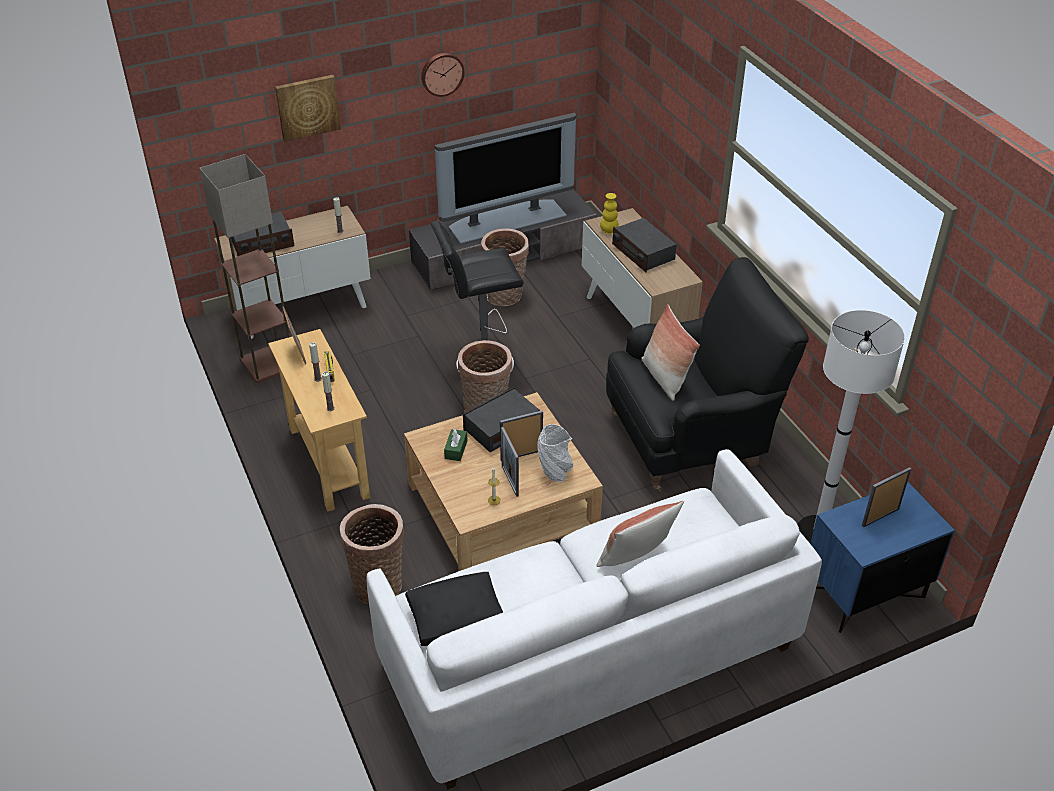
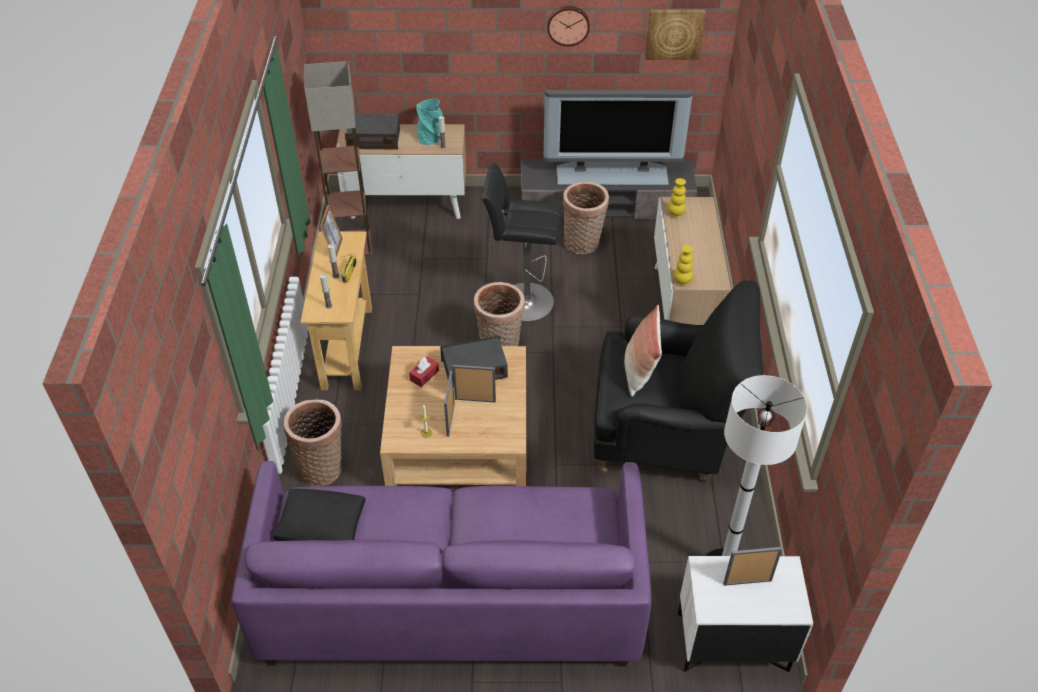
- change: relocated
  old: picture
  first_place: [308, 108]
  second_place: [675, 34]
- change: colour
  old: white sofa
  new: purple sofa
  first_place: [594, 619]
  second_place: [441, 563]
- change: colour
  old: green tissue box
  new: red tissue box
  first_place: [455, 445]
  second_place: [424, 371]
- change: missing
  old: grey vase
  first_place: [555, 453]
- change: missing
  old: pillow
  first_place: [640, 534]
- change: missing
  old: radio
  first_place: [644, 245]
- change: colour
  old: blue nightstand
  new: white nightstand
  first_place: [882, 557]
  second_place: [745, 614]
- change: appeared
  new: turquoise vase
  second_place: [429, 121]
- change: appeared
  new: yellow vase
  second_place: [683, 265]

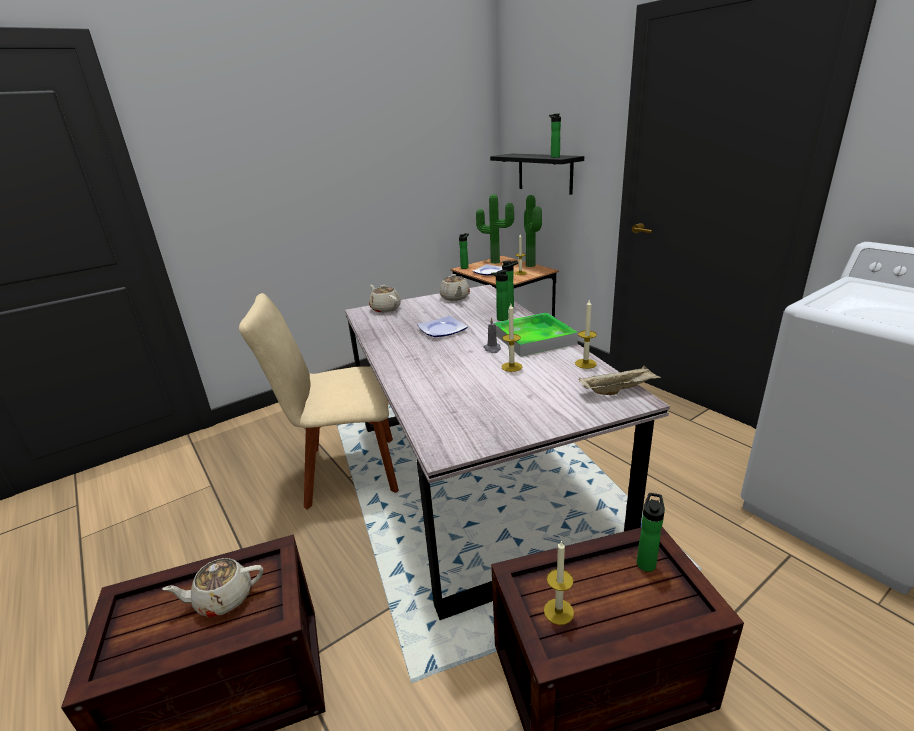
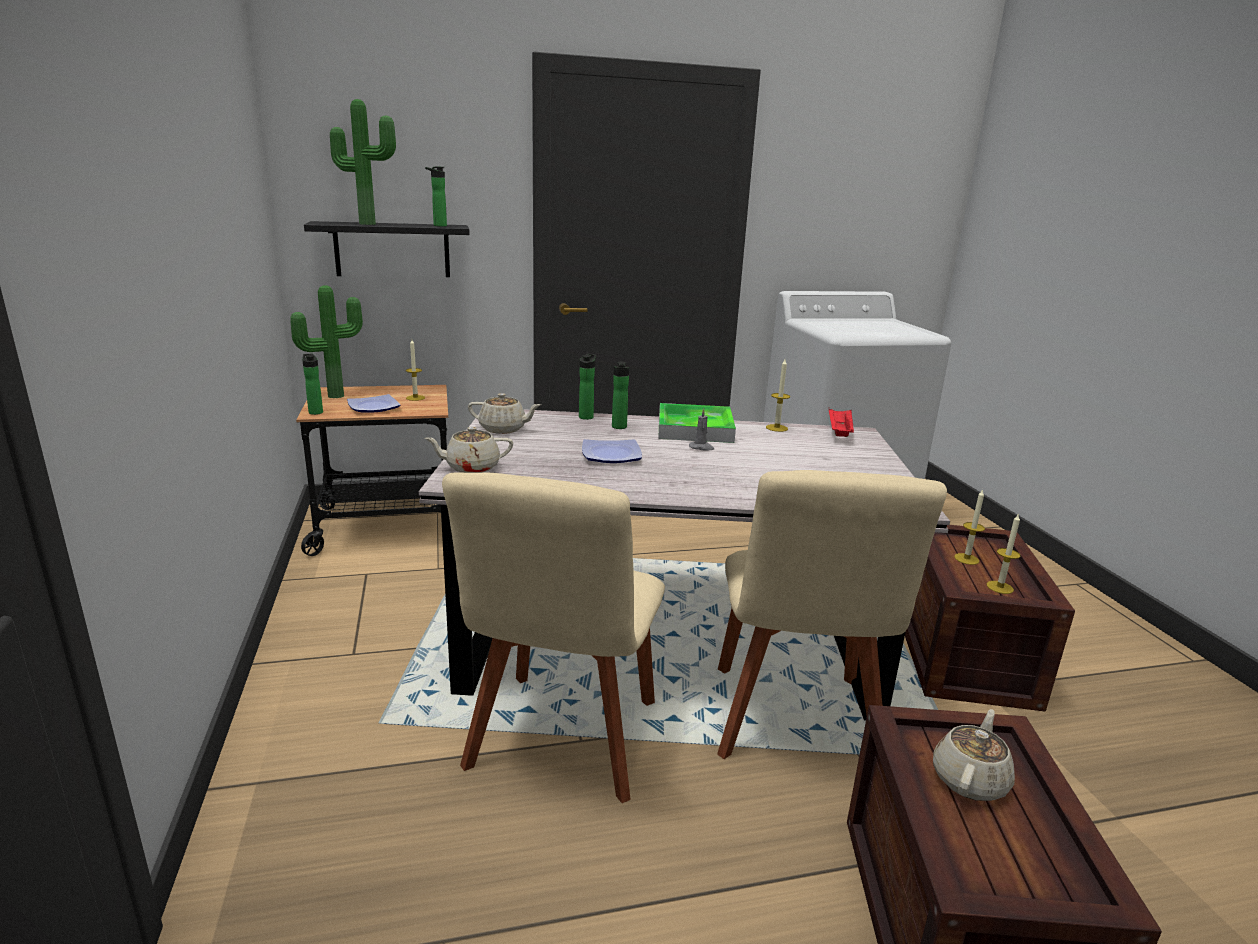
- change: spun
  old: beige teapot
  first_place: [213, 587]
  second_place: [974, 755]
  degrees: -150
- change: relocated
  old: candle
  first_place: [511, 338]
  second_place: [969, 527]
- change: relocated
  old: potted plant
  first_place: [533, 231]
  second_place: [363, 162]
- change: colour
  old: beige tray
  new: red tray
  first_place: [620, 380]
  second_place: [841, 423]
- change: missing
  old: bottle
  first_place: [651, 532]
- change: appeared
  new: beige chair
  second_place: [832, 614]

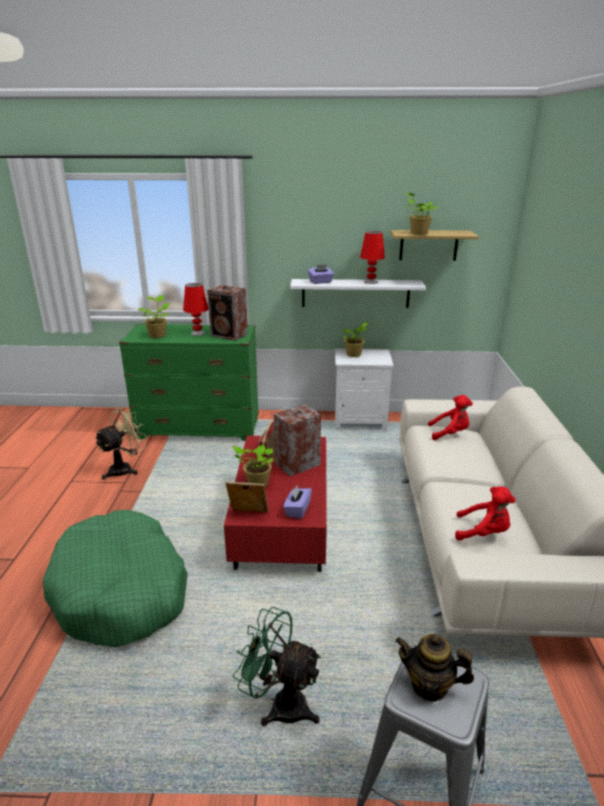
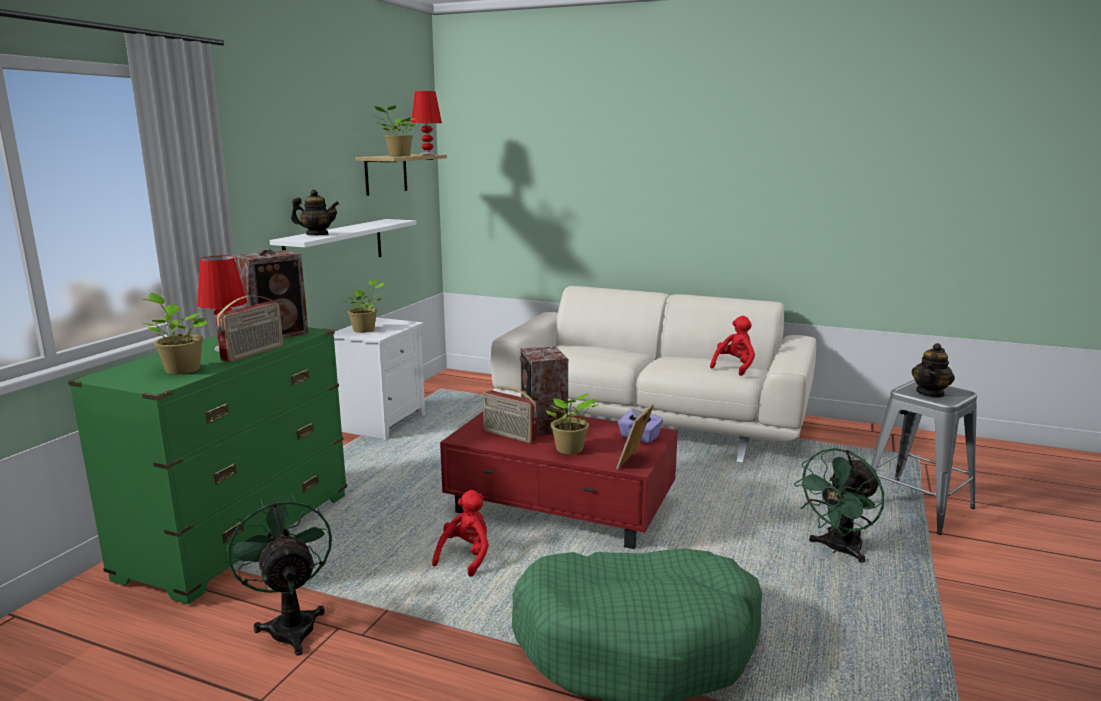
- change: colour
  old: beige fan
  new: green fan
  first_place: [120, 443]
  second_place: [279, 574]
- change: exchanged
  old: purple tissue box
  new: teapot
  first_place: [321, 274]
  second_place: [315, 212]
- change: relocated
  old: red table lamp
  first_place: [372, 257]
  second_place: [426, 123]
- change: relocated
  old: red plush toy
  first_place: [450, 417]
  second_place: [460, 533]
- change: appeared
  new: radio
  second_place: [249, 328]

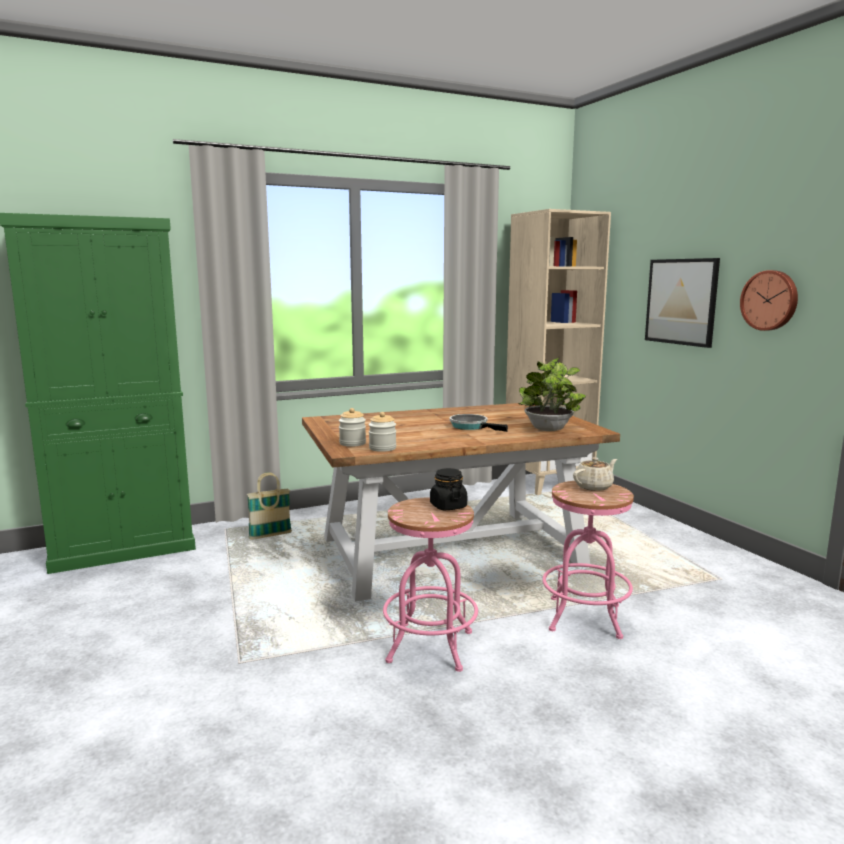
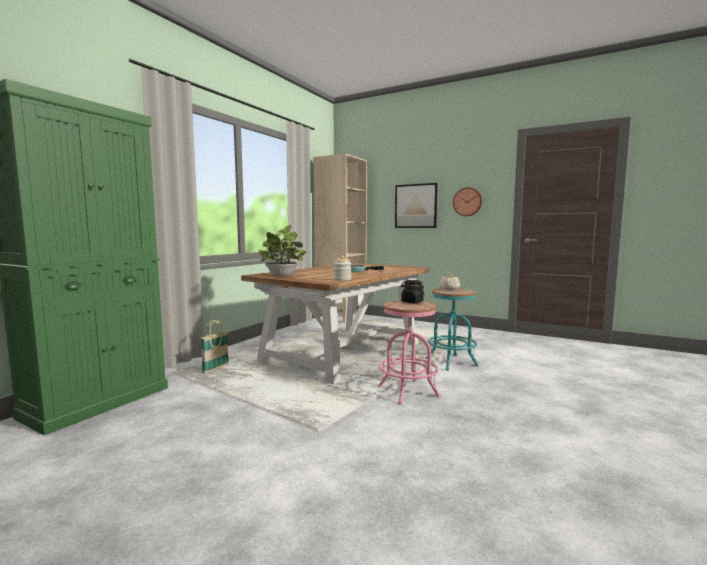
- change: missing
  old: jar
  first_place: [352, 427]
- change: relocated
  old: potted plant
  first_place: [552, 394]
  second_place: [282, 251]
- change: colour
  old: pink stool
  new: turquoise stool
  first_place: [588, 560]
  second_place: [452, 329]

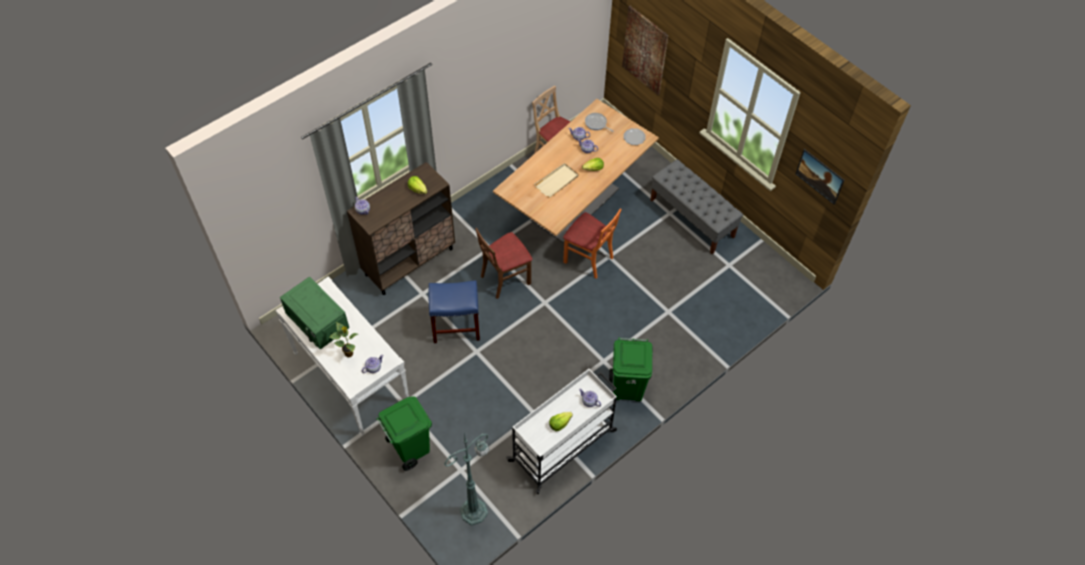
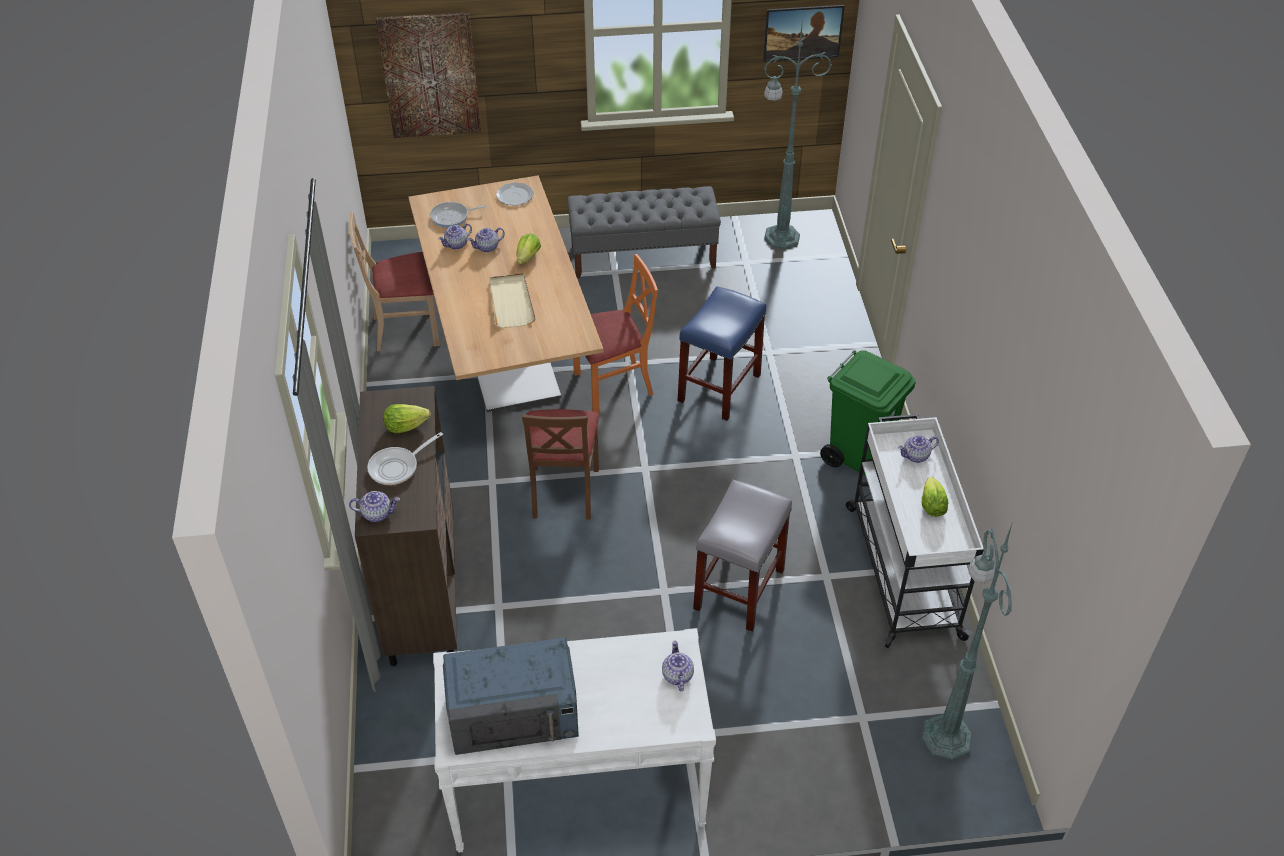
- change: colour
  old: green microwave
  new: blue microwave
  first_place: [314, 313]
  second_place: [511, 696]
- change: missing
  old: potted plant
  first_place: [343, 339]
- change: missing
  old: green trash can
  first_place: [404, 433]
- change: relocated
  old: blue stool
  first_place: [454, 311]
  second_place: [722, 353]
- change: appeared
  new: frying pan
  second_place: [405, 458]
- change: appeared
  new: grey stool
  second_place: [742, 556]
- change: appeared
  new: green floor lamp
  second_place: [798, 134]

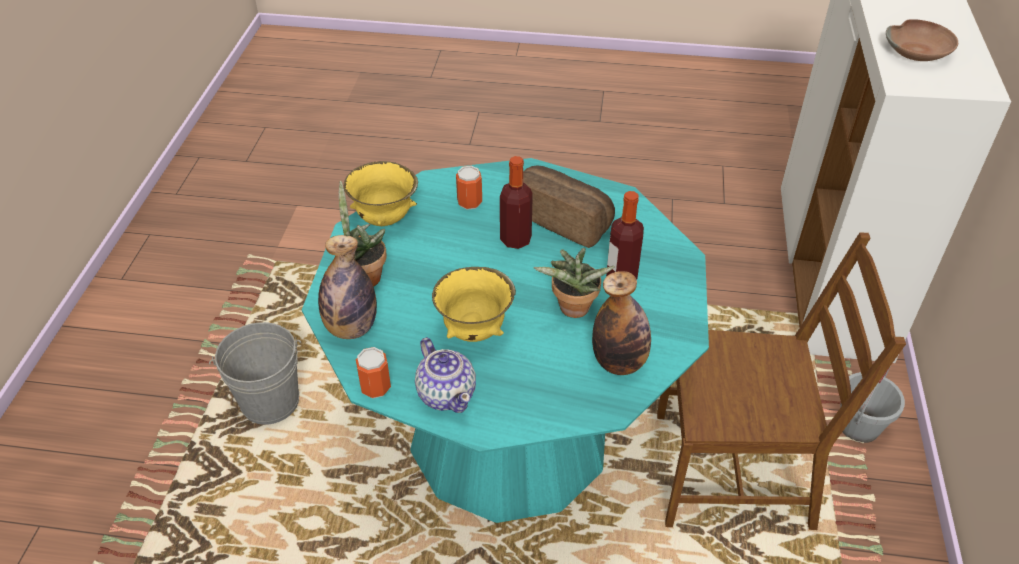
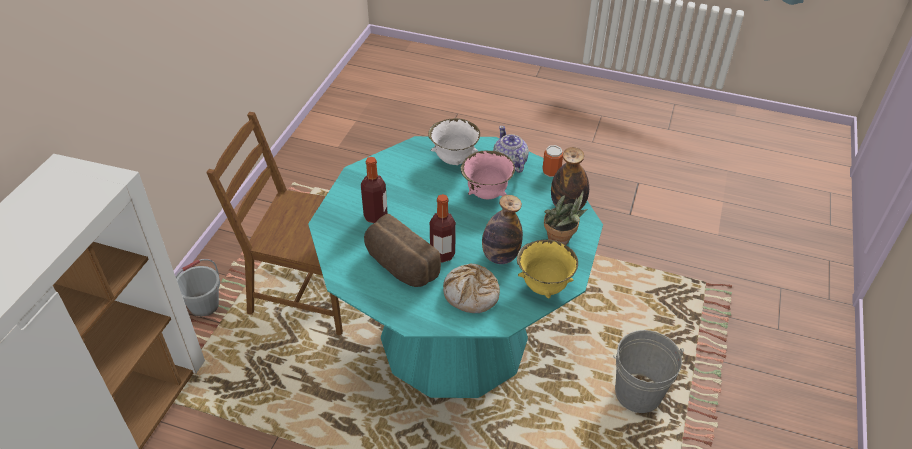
- change: colour
  old: yellow bowl
  new: pink bowl
  first_place: [474, 304]
  second_place: [488, 175]
- change: exchanged
  old: can
  new: bread
  first_place: [469, 188]
  second_place: [471, 288]
- change: missing
  old: potted plant
  first_place: [574, 283]
- change: relocated
  old: bottle
  first_place: [621, 323]
  second_place: [502, 229]
- change: missing
  old: brown bowl
  first_place: [922, 40]
- change: appeared
  new: white bowl
  second_place: [454, 141]

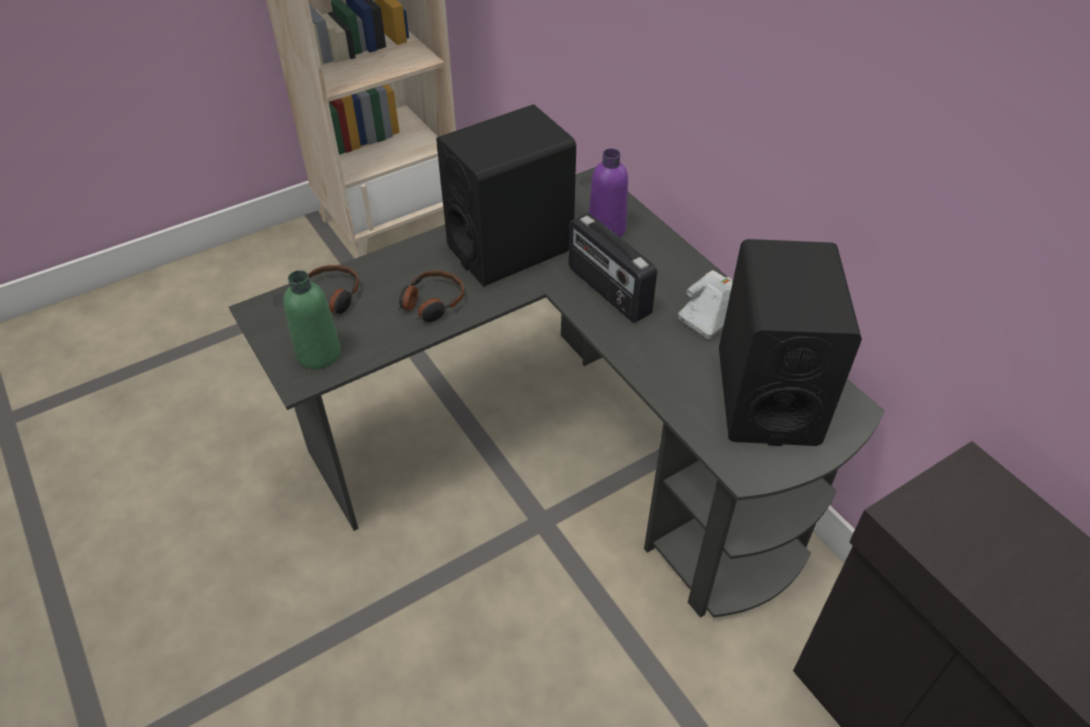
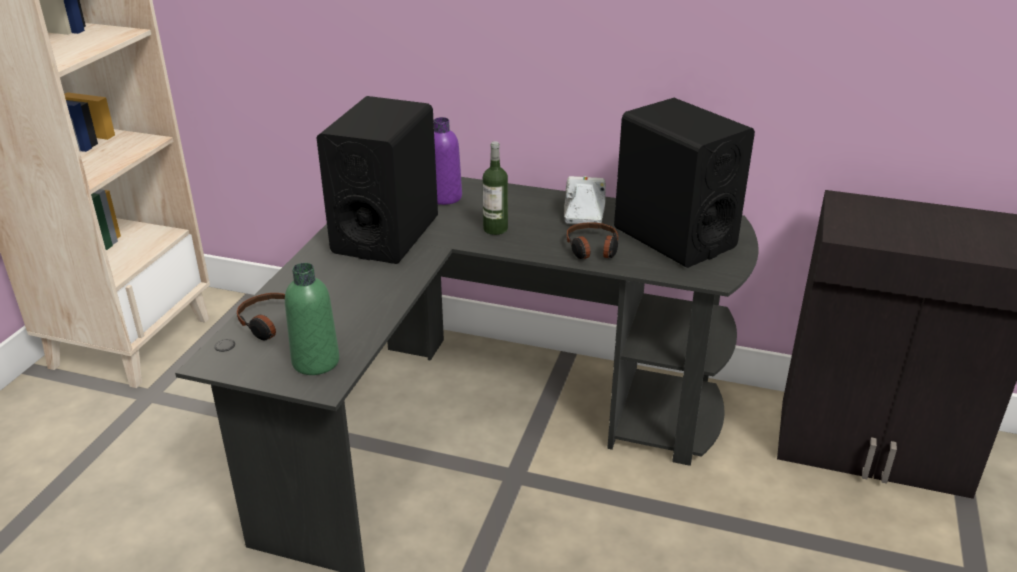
- change: relocated
  old: headphones
  first_place: [431, 296]
  second_place: [592, 240]
- change: exchanged
  old: radio
  new: bottle
  first_place: [613, 268]
  second_place: [495, 188]

